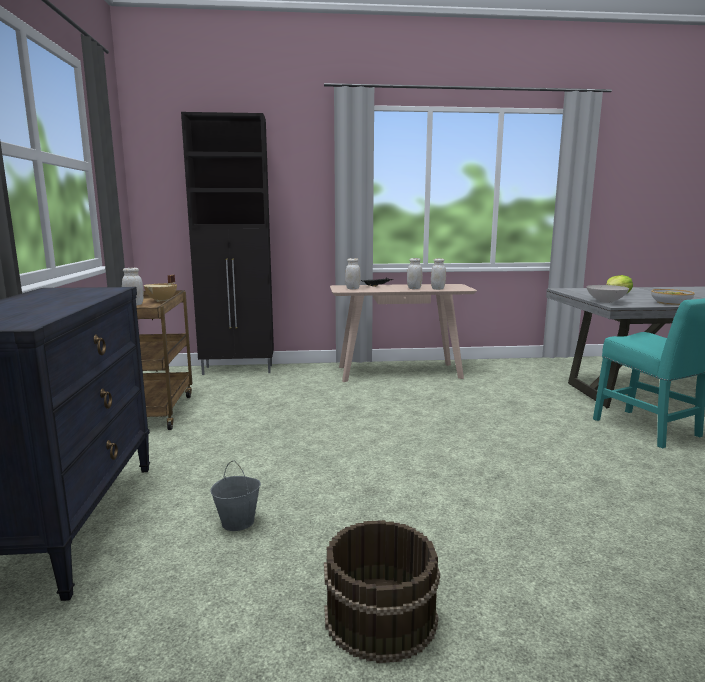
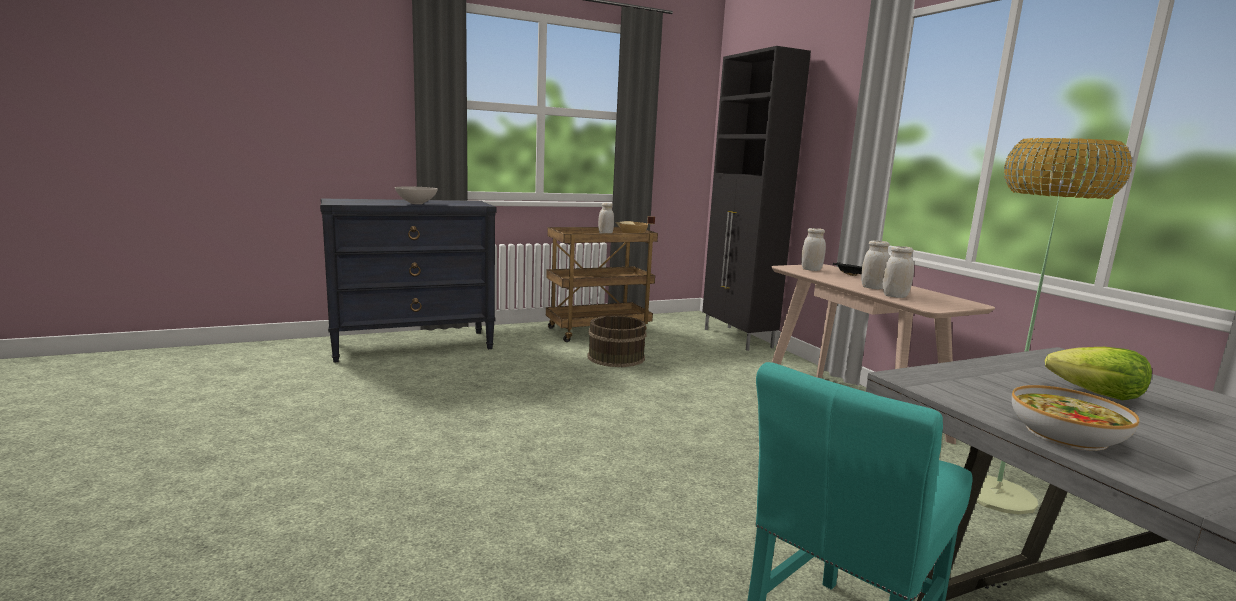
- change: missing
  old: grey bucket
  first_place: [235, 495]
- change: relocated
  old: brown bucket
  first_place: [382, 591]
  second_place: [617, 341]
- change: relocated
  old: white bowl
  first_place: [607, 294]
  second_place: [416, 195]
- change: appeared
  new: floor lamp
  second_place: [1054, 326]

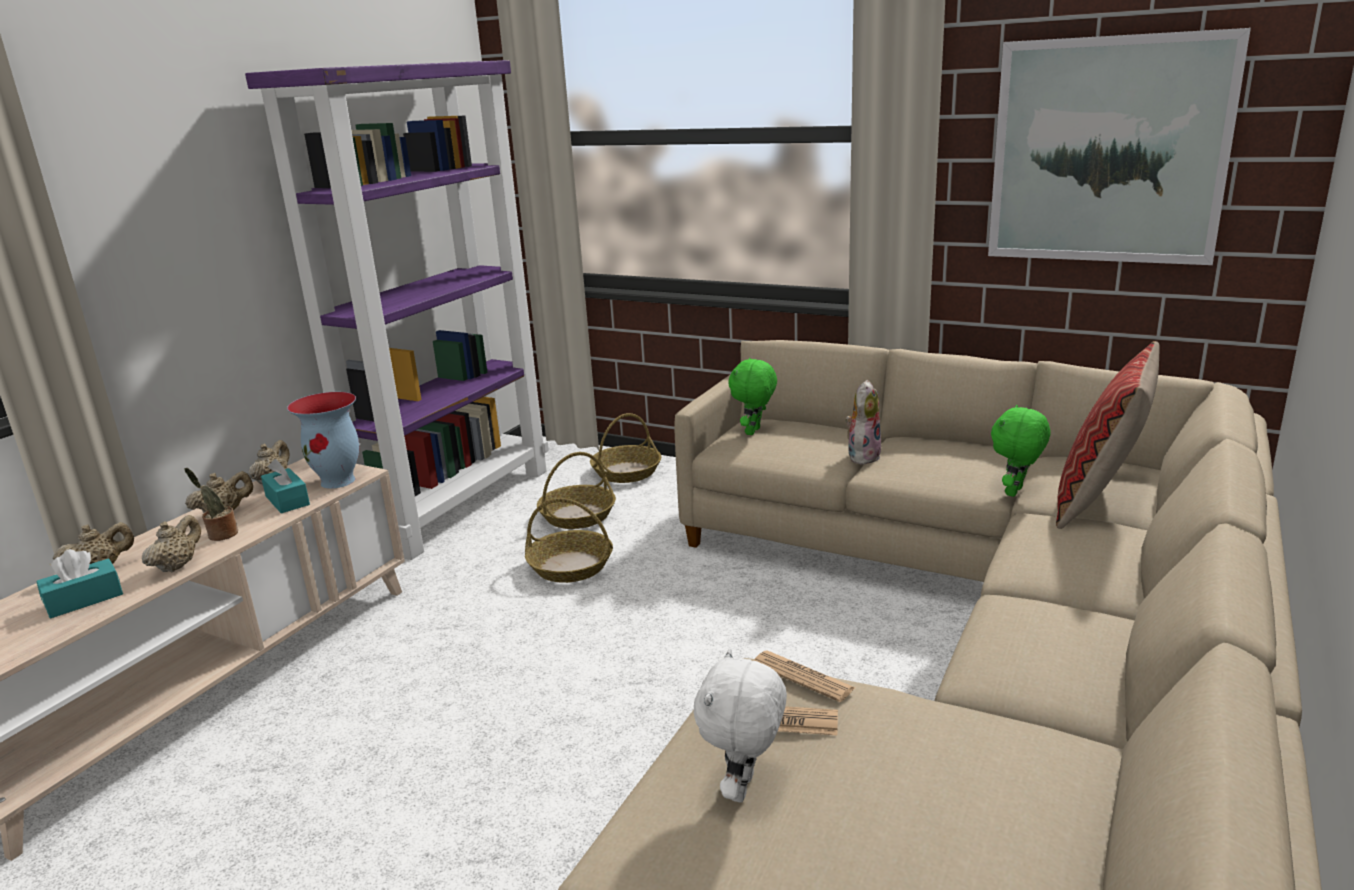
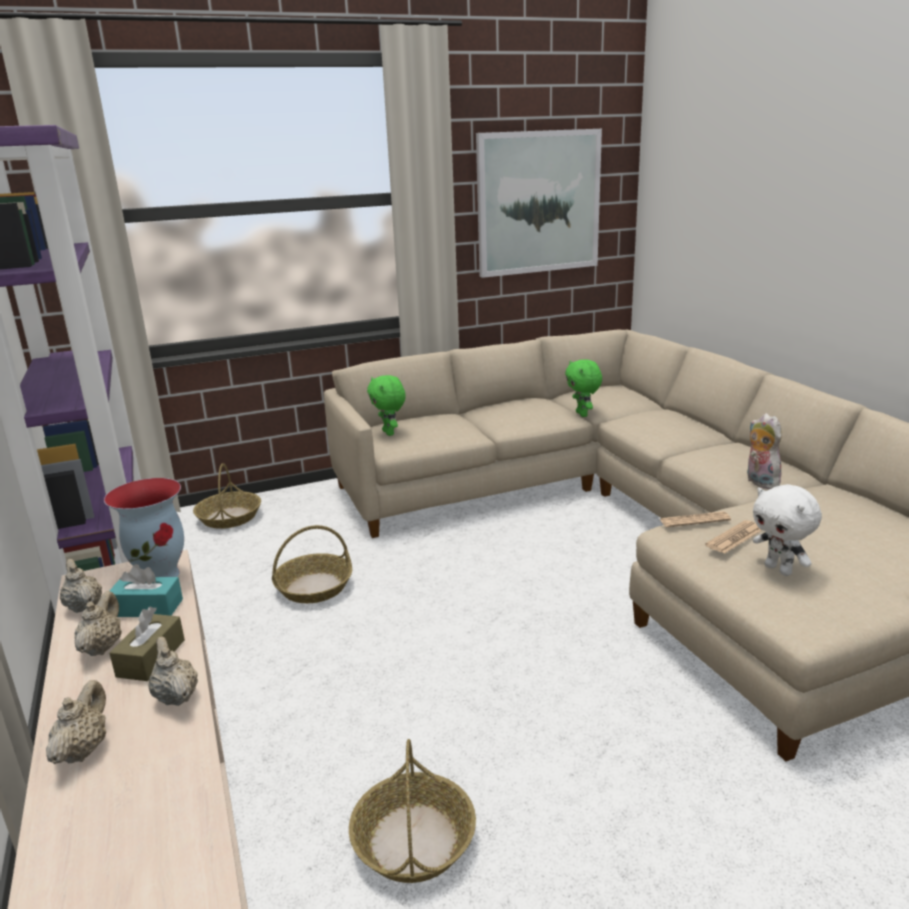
- change: missing
  old: turquoise tissue box
  first_place: [79, 583]
- change: exchanged
  old: potted plant
  new: brown tissue box
  first_place: [211, 504]
  second_place: [147, 644]
- change: relocated
  old: basket
  first_place: [576, 490]
  second_place: [412, 811]
- change: relocated
  old: plush toy
  first_place: [863, 422]
  second_place: [764, 451]
- change: missing
  old: pillow
  first_place: [1107, 435]

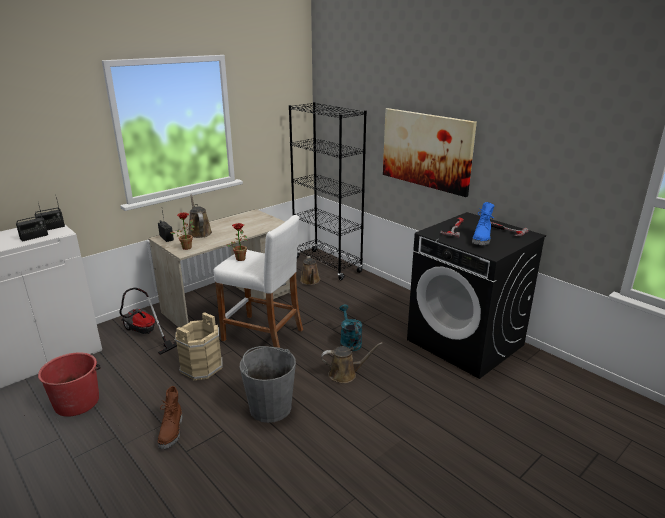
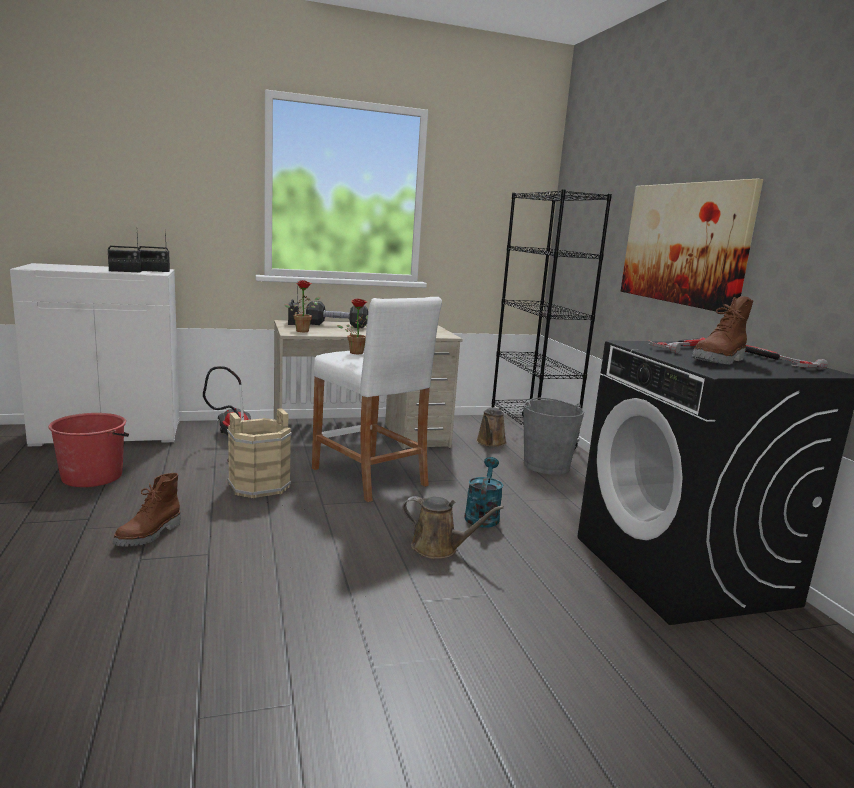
- change: exchanged
  old: brown watering can
  new: black dumbbell
  first_place: [200, 216]
  second_place: [337, 314]
- change: relocated
  old: grey bucket
  first_place: [267, 384]
  second_place: [553, 436]
- change: colour
  old: blue boot
  new: brown boot
  first_place: [483, 223]
  second_place: [722, 330]

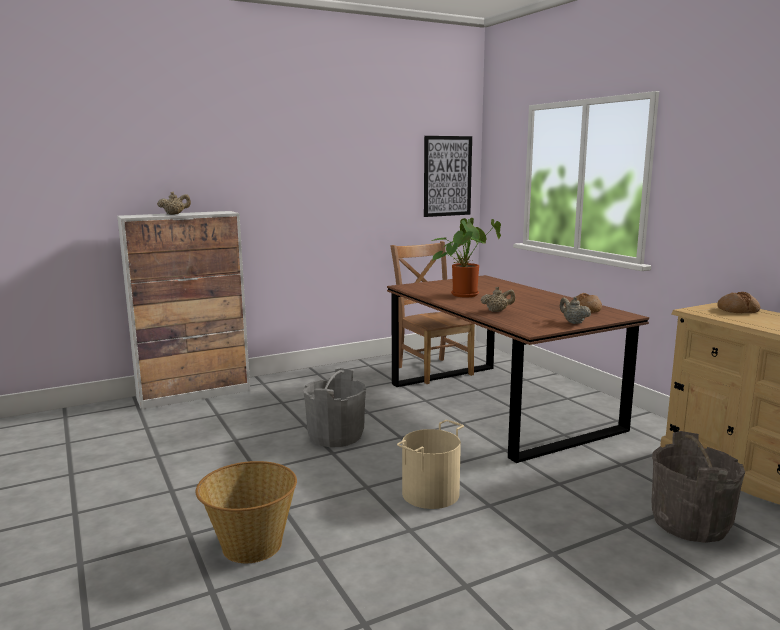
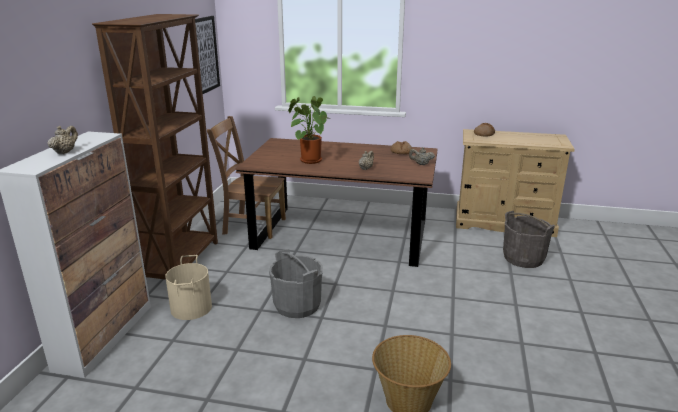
- change: relocated
  old: beige bucket
  first_place: [430, 464]
  second_place: [188, 287]
- change: appeared
  new: brown bookcase
  second_place: [155, 147]

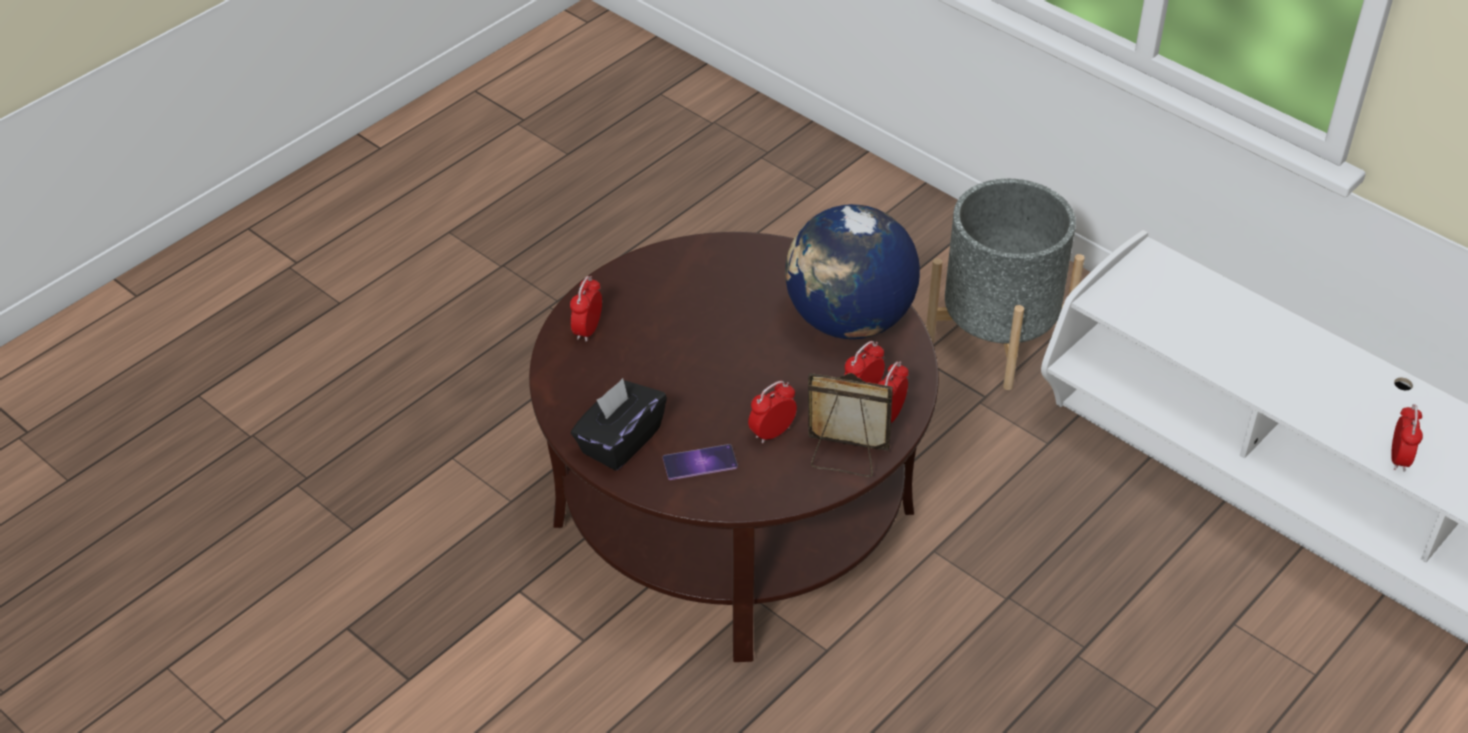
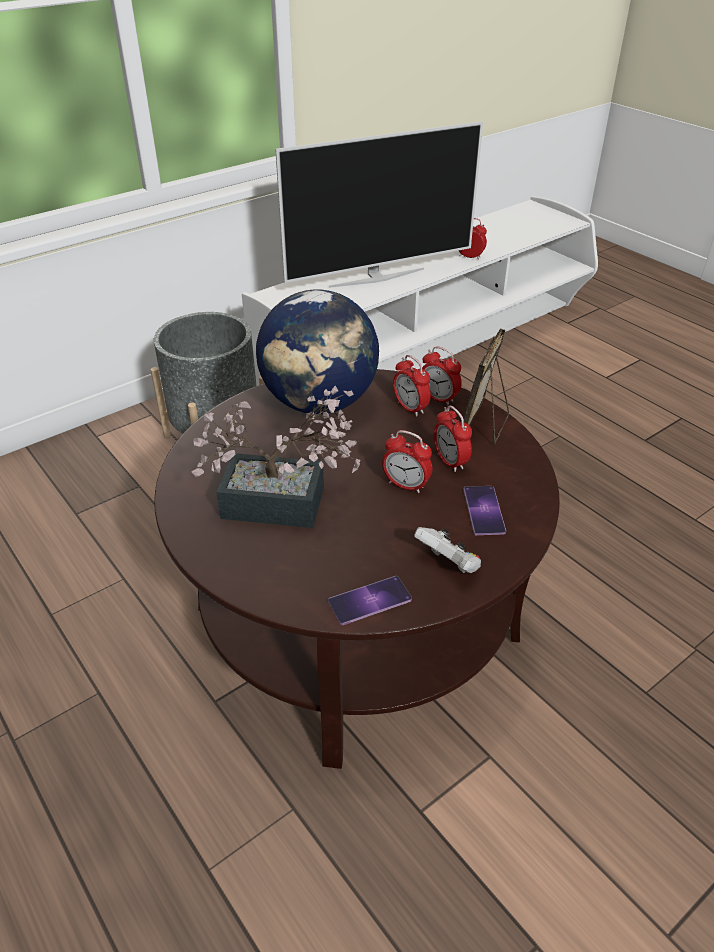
- change: relocated
  old: alarm clock
  first_place: [586, 309]
  second_place: [407, 461]
- change: exchanged
  old: black tissue box
  new: white game controller
  first_place: [619, 424]
  second_place: [447, 550]
- change: appeared
  new: potted plant
  second_place: [275, 457]
- change: appeared
  new: television
  second_place: [379, 204]
- change: appeared
  new: phone
  second_place: [370, 600]

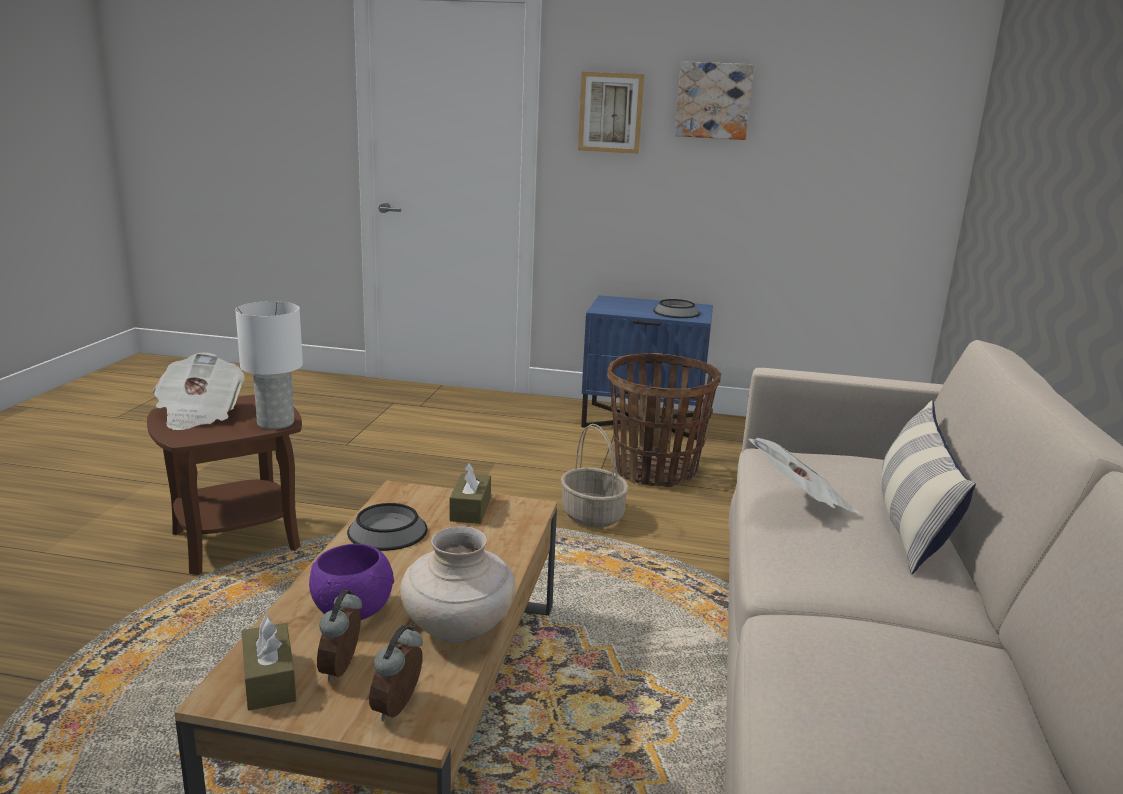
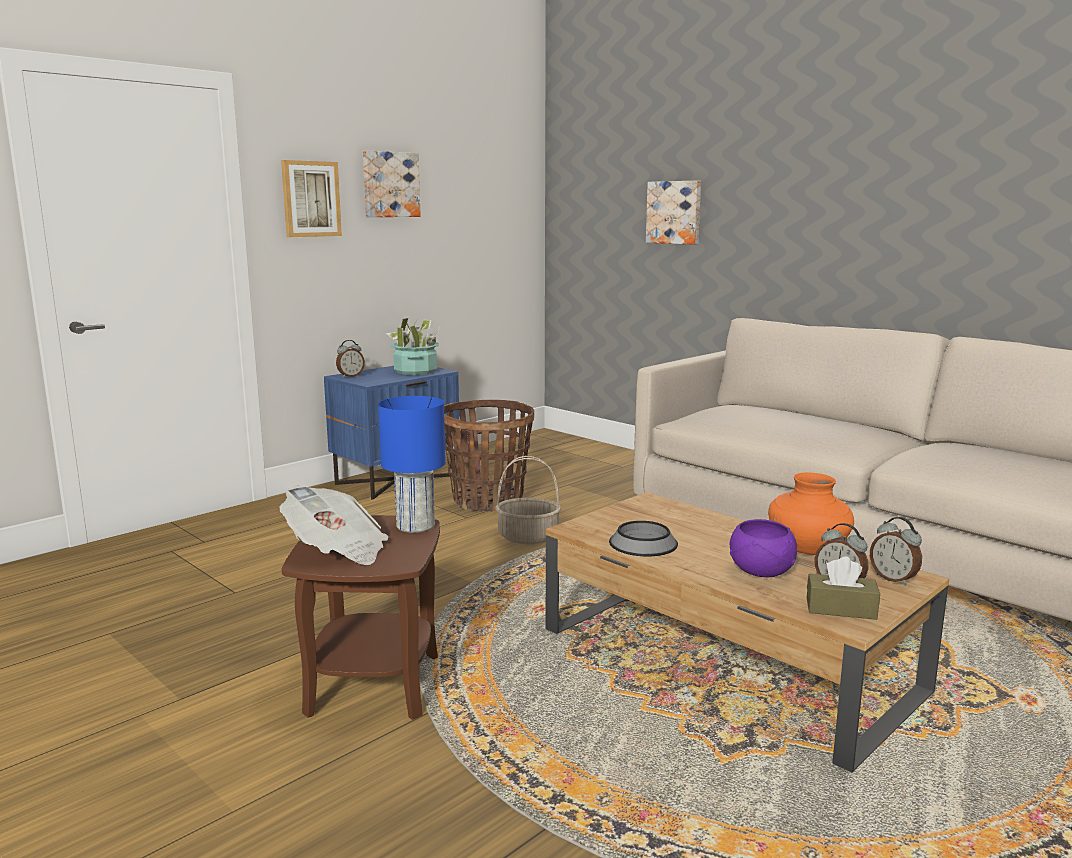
- change: colour
  old: white table lamp
  new: blue table lamp
  first_place: [269, 365]
  second_place: [412, 464]
- change: colour
  old: beige vase
  new: orange vase
  first_place: [458, 584]
  second_place: [811, 513]
- change: missing
  old: brown tissue box
  first_place: [470, 493]
- change: exchanged
  old: bowl
  new: potted plant
  first_place: [676, 308]
  second_place: [413, 346]
- change: missing
  old: newspaper
  first_place: [804, 476]
- change: missing
  old: pillow
  first_place: [928, 487]
- change: appeared
  new: alarm clock
  second_place: [350, 359]
- change: appeared
  new: picture
  second_place: [673, 213]

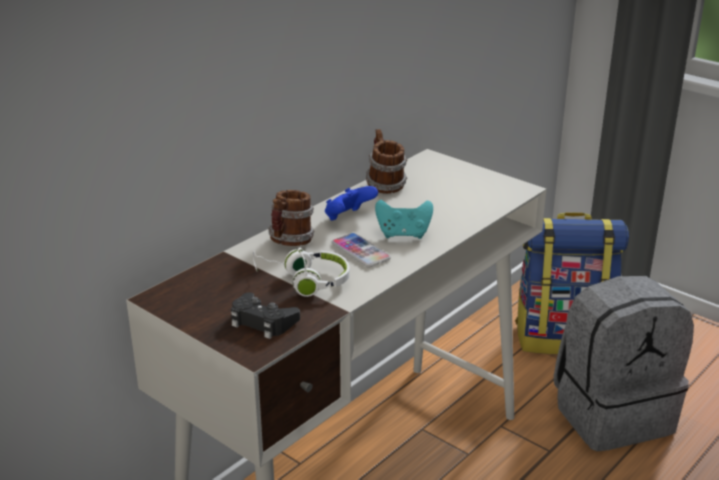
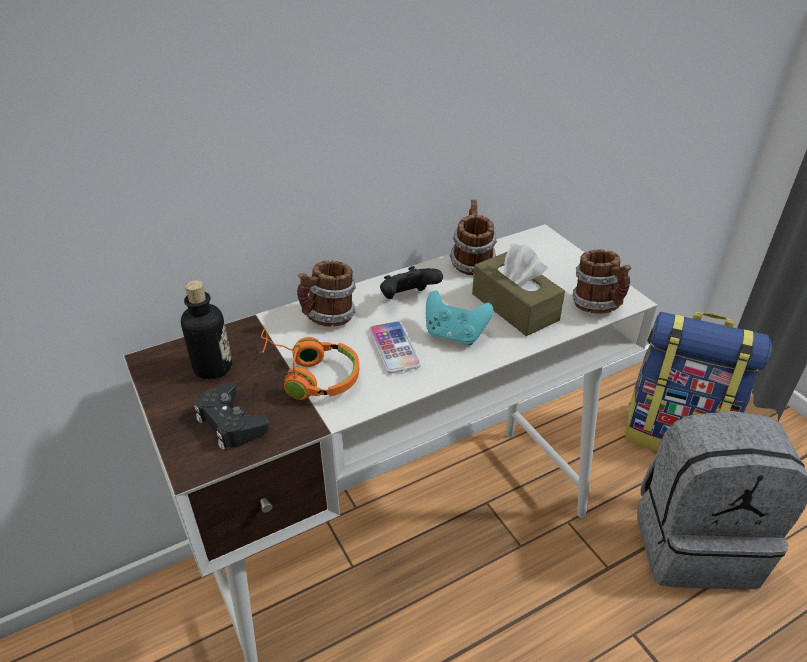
- change: colour
  old: white headphones
  new: orange headphones
  first_place: [301, 272]
  second_place: [309, 364]
- change: colour
  old: blue game controller
  new: black game controller
  first_place: [351, 203]
  second_place: [411, 282]
- change: appeared
  new: bottle
  second_place: [206, 329]
- change: appeared
  new: brown tissue box
  second_place: [518, 290]
- change: appeared
  new: mug
  second_place: [602, 282]

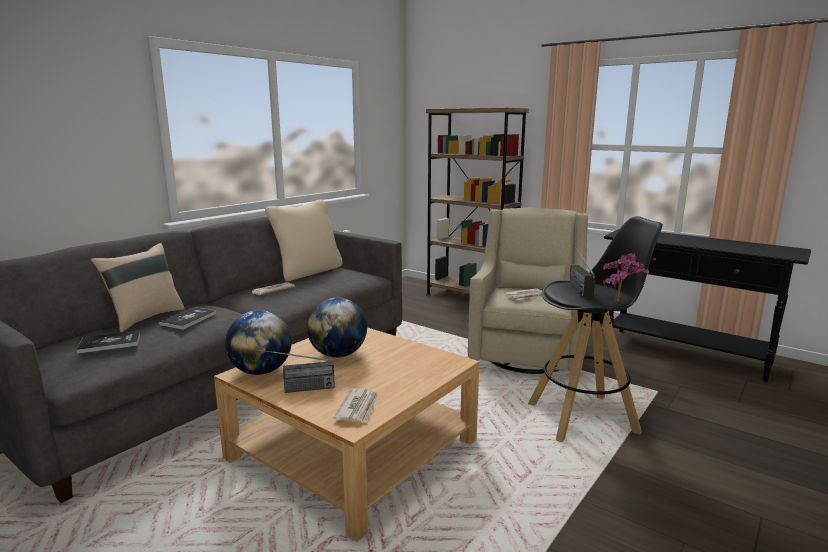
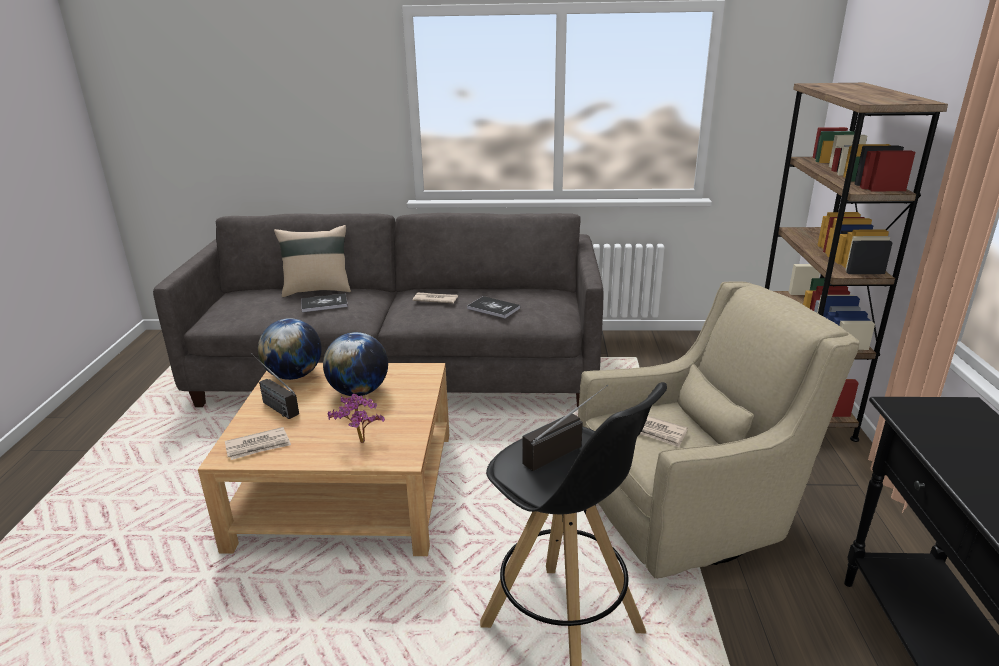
- change: relocated
  old: book
  first_place: [108, 342]
  second_place: [493, 307]
- change: missing
  old: beige pillow
  first_place: [303, 240]
- change: relocated
  old: potted plant
  first_place: [626, 277]
  second_place: [356, 418]

